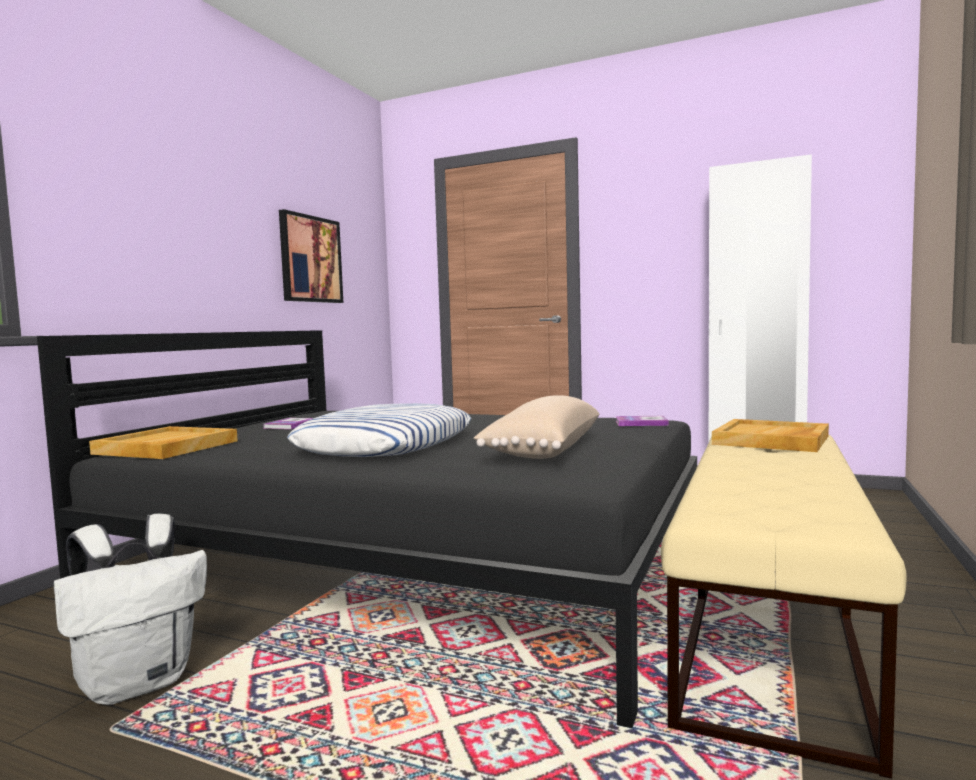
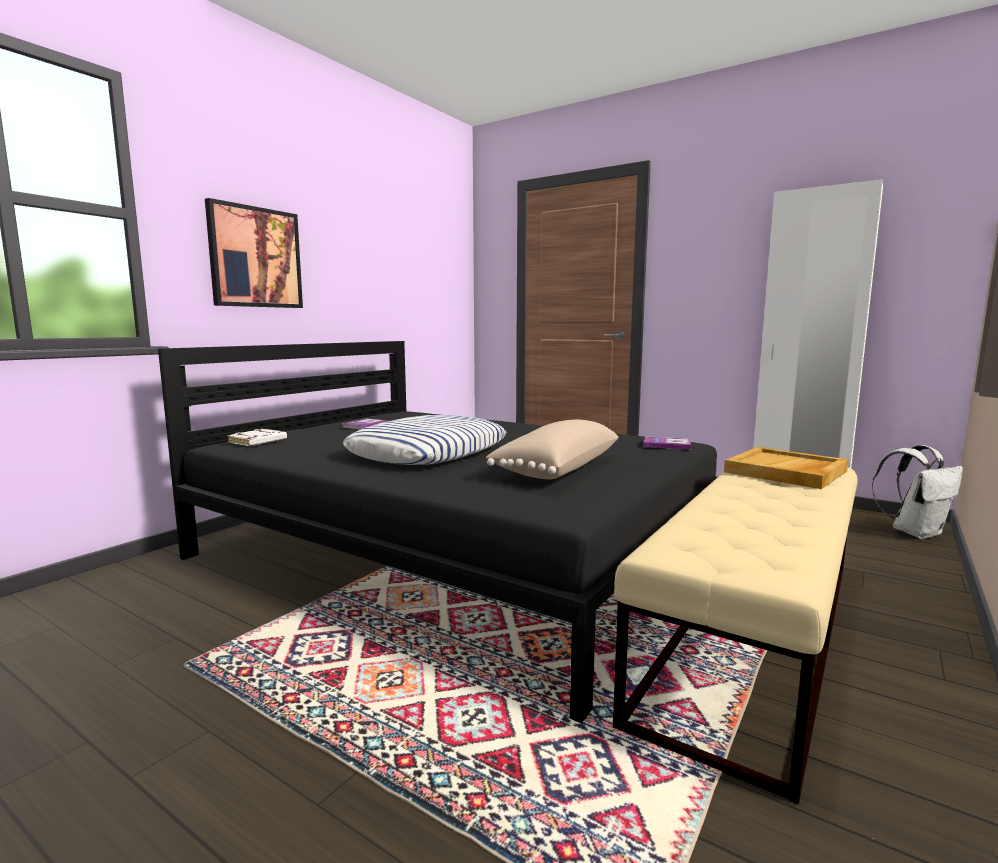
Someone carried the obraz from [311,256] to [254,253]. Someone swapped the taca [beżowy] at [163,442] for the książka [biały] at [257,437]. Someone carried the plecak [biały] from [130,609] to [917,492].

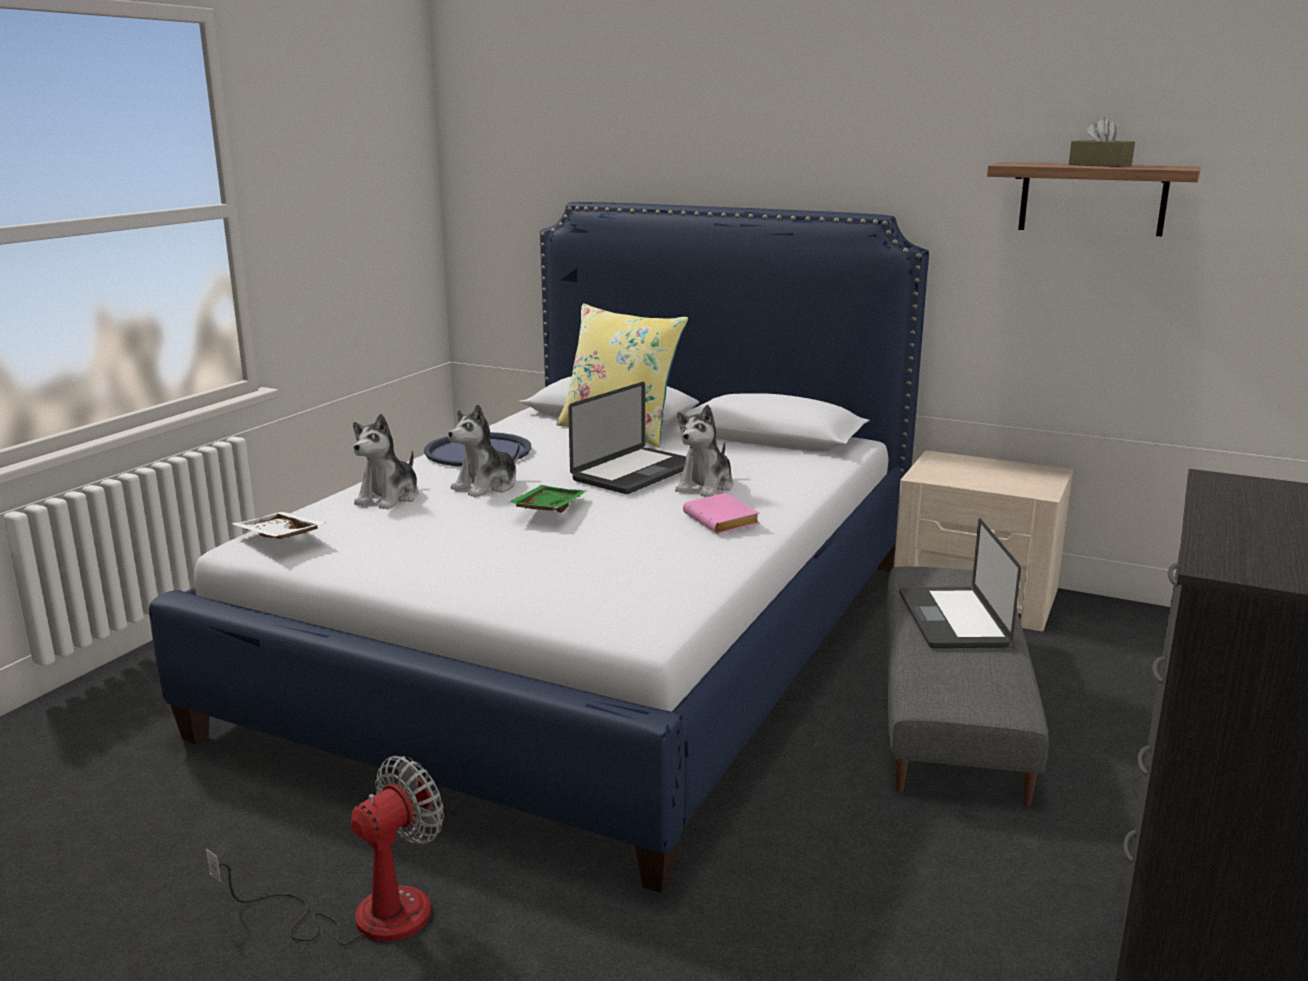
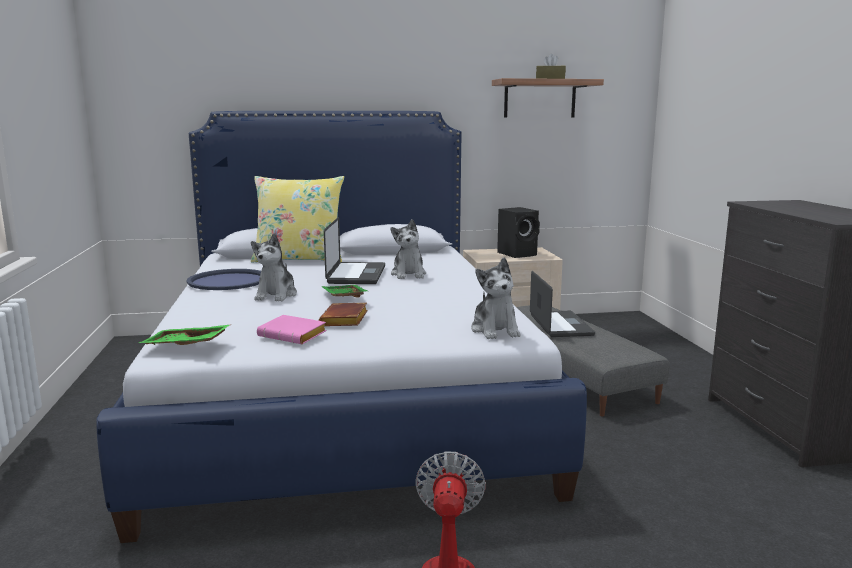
Someone repainted the taca [biały] at [278,525], which became the taca [zielony] at [185,334]. Someone carried the książka [różowy] from [721,513] to [292,329]. Someone put down the książka [brązowy] at [343,314]. Someone carried the pluszak from [386,461] to [496,298]. Someone put down the głośnik [czarny] at [518,232]. Someone rotated the laptop at [960,583] by 150 degrees counterclockwise.

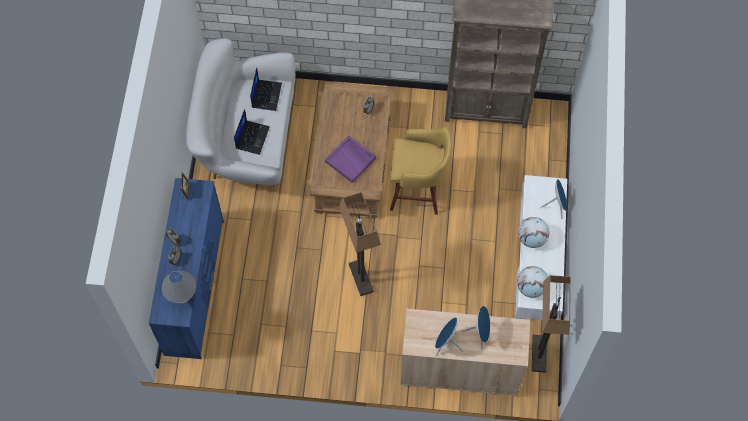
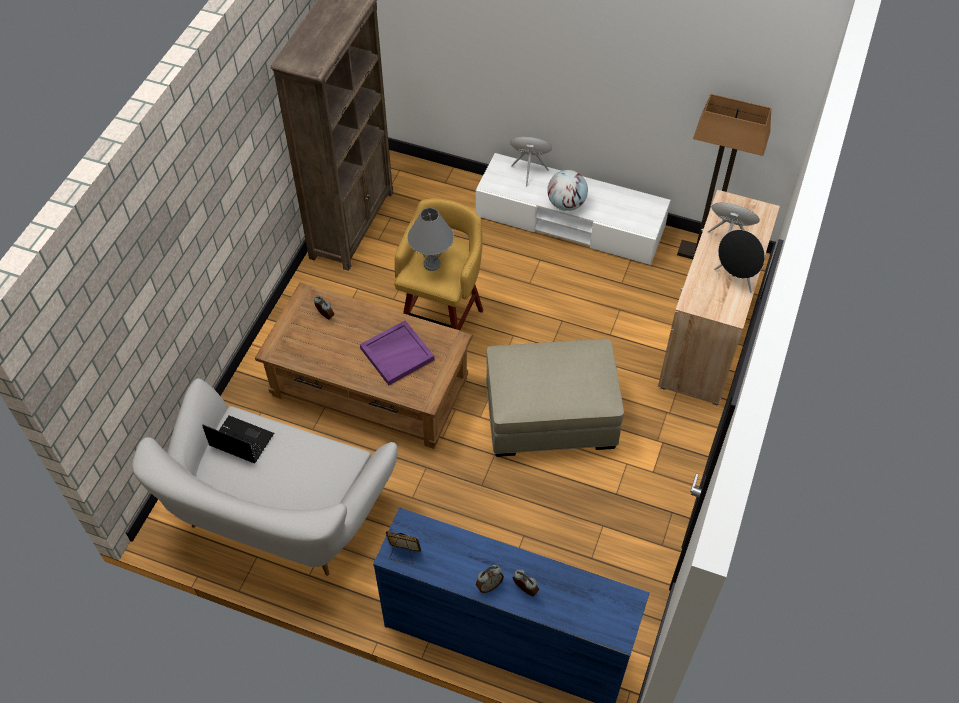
Someone carried the lampa stołowa [szary] from [179,287] to [430,239]. Someone swapped the lampa stojąca at [360,244] for the pufa [beżowy] at [555,398]. Someone repainted the głośnik [niebieski] at [449,336], which became the głośnik [czarny] at [739,261]. Someone took away the laptop at [252,132]. Someone took away the globus at [532,282].

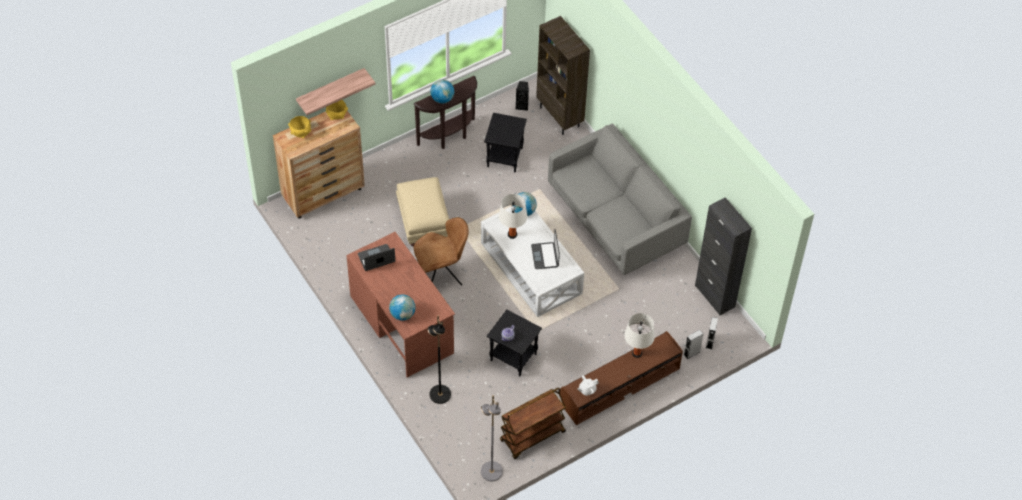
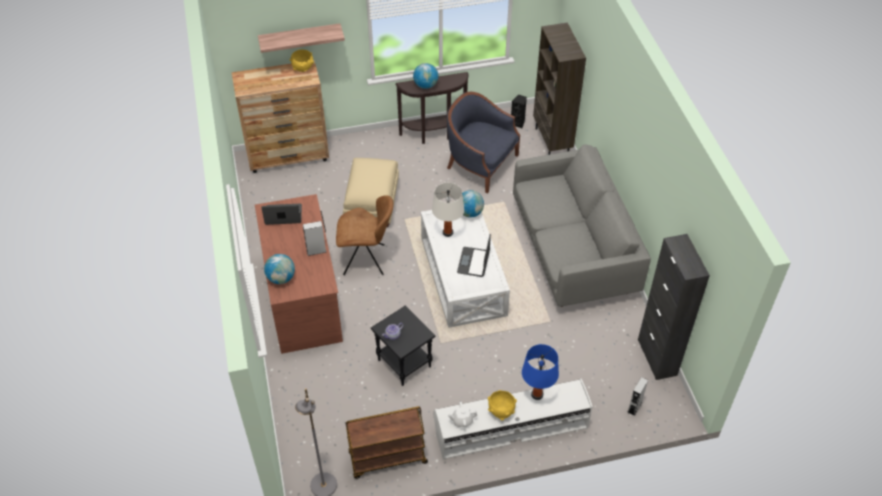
Someone carried the głośnik [szary] from [693,344] to [314,238]. Someone repainted the szafka pod telewizor [brązowy] at [621,378], which became the szafka pod telewizor [biały] at [513,419]. Someone swapped the stolik [czarny] at [505,142] for the fotel [niebieski] at [483,142]. Someone carried the miska [żółty] from [299,127] to [502,405]. Someone repainted the lampa stołowa [biały] at [640,335], which became the lampa stołowa [niebieski] at [540,372]. Someone took away the lampa stojąca [czarny] at [439,359].

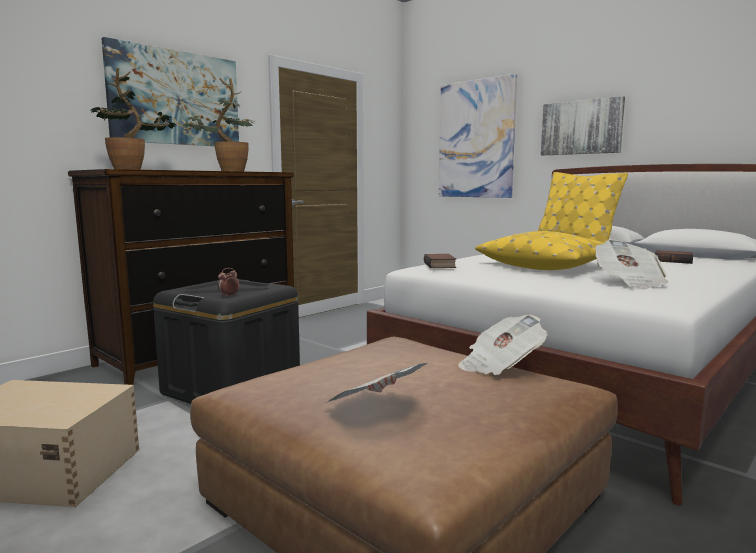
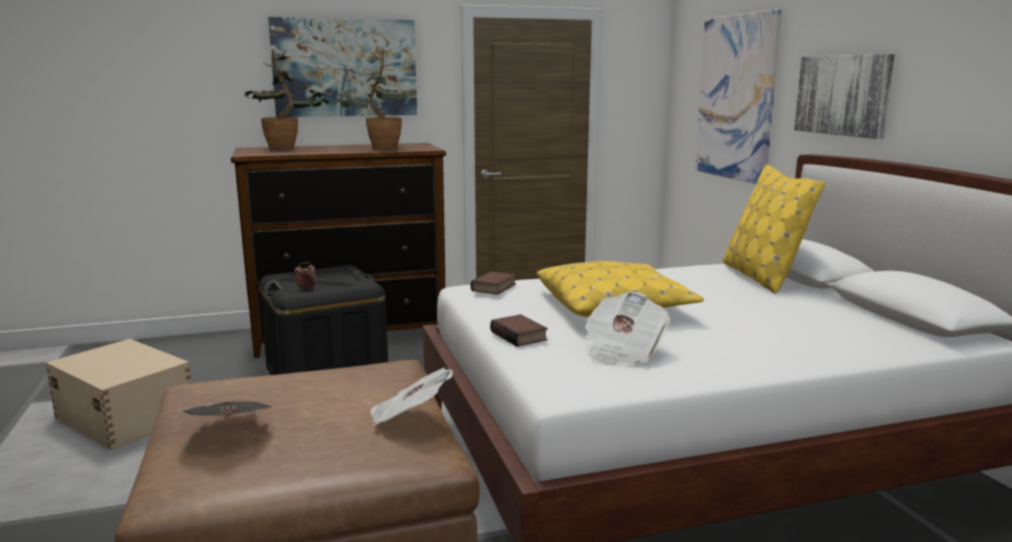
Someone carried the książka from [674,257] to [519,330].

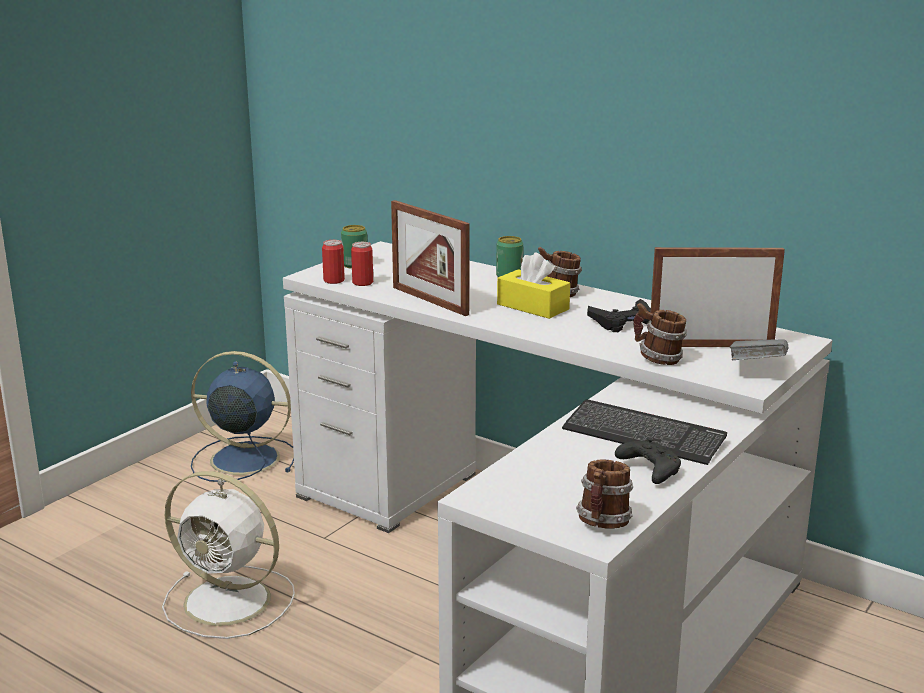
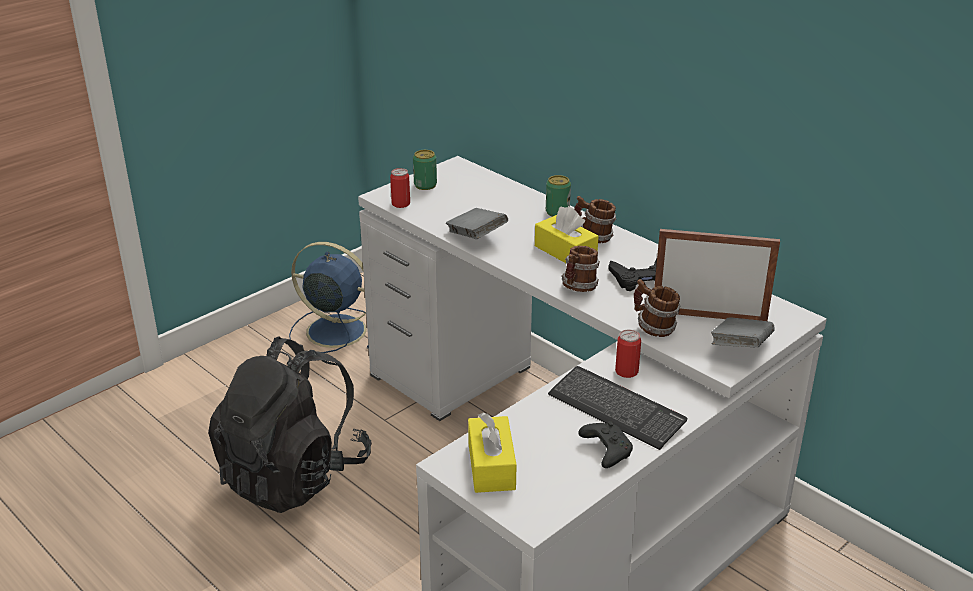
Someone swapped the wentylator [biały] at [228,555] for the plecak [czarny] at [290,424]. Someone swapped the ramka na zdjęcie at [430,258] for the książka [szary] at [477,223]. Someone put down the pudełko chusteczek [żółty] at [492,453]. Someone carried the kubek from [604,494] to [580,269]. Someone carried the puszka from [362,264] to [628,354].

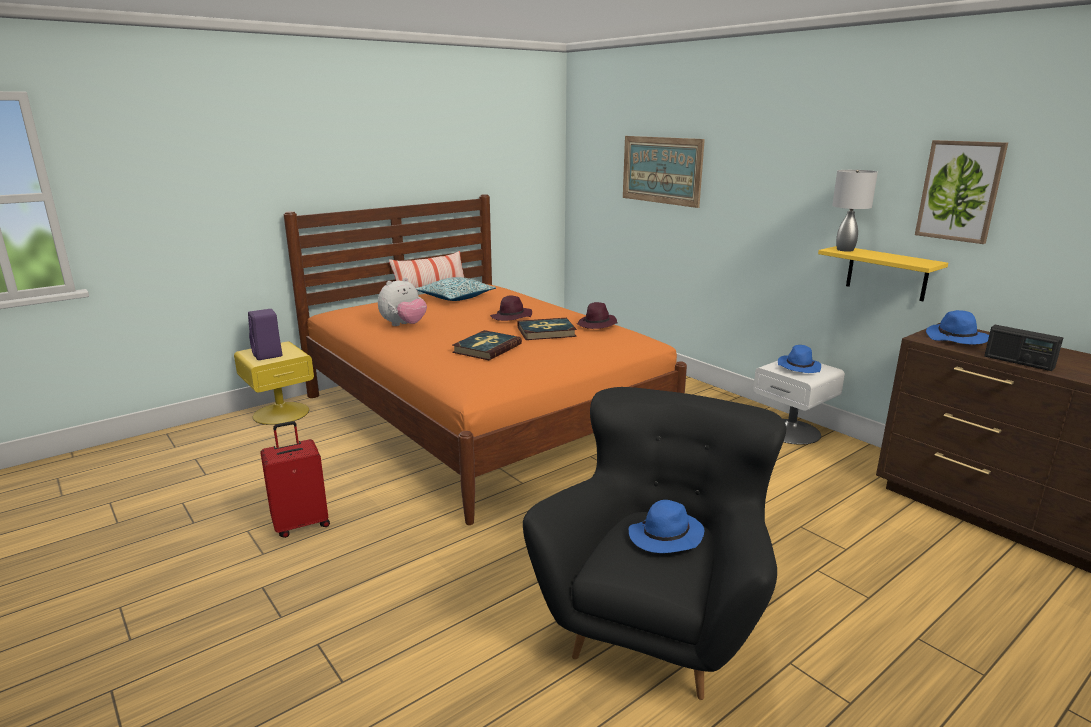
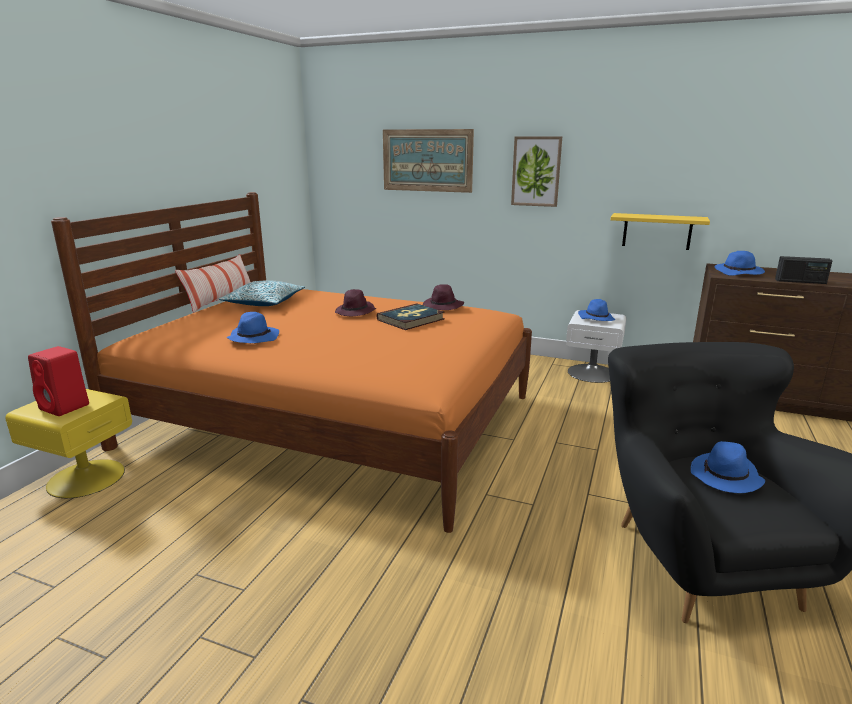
Someone repainted the głośnik [fioletowy] at [265,334], which became the głośnik [czerwony] at [58,381]. Someone swapped the pluszak at [402,302] for the kapelusz [niebieski] at [253,327]. Someone carried the obraz from [961,192] to [536,171]. Someone took away the walizka [czerwony] at [295,479]. Someone took away the książka at [487,345]. Someone took away the lampa stołowa [szary] at [855,211].

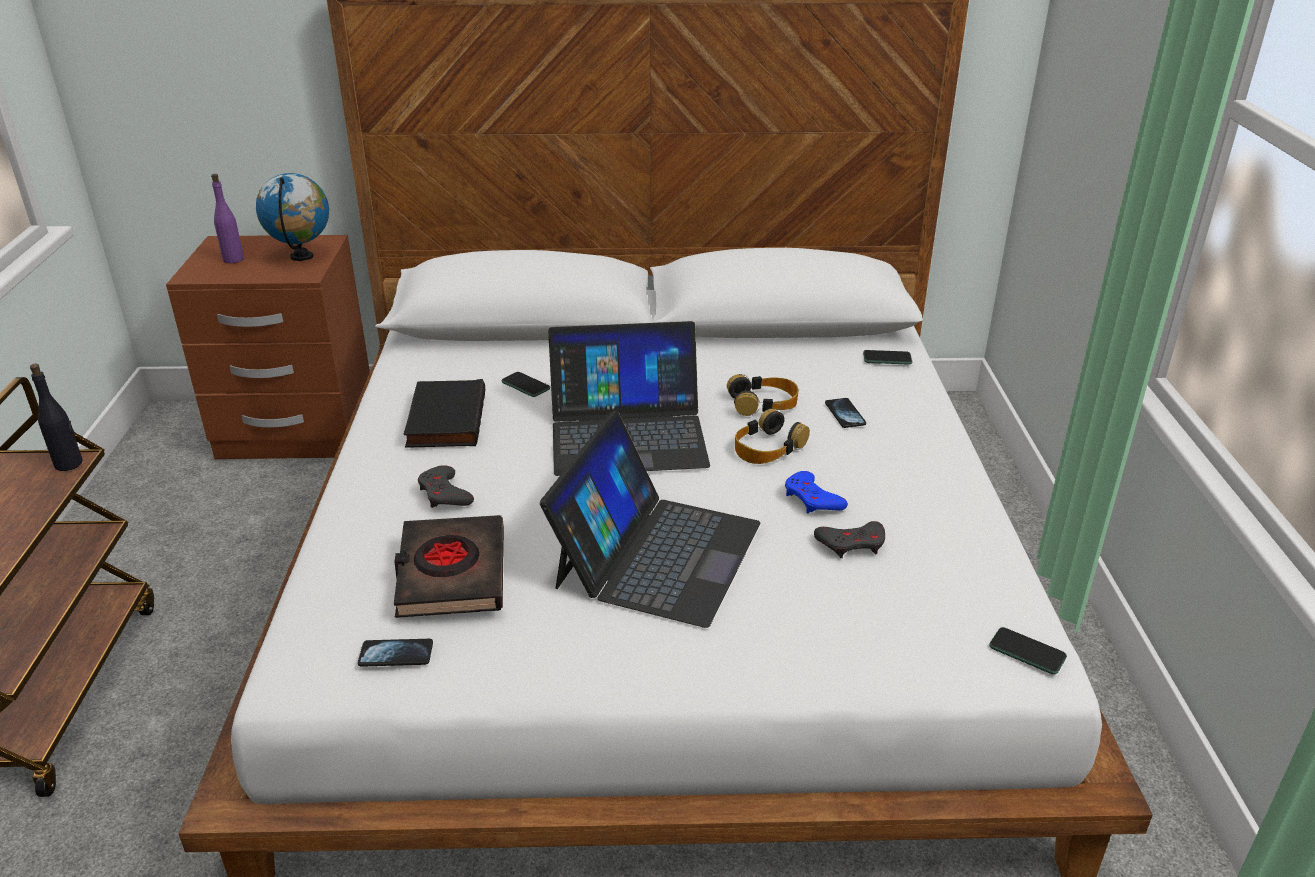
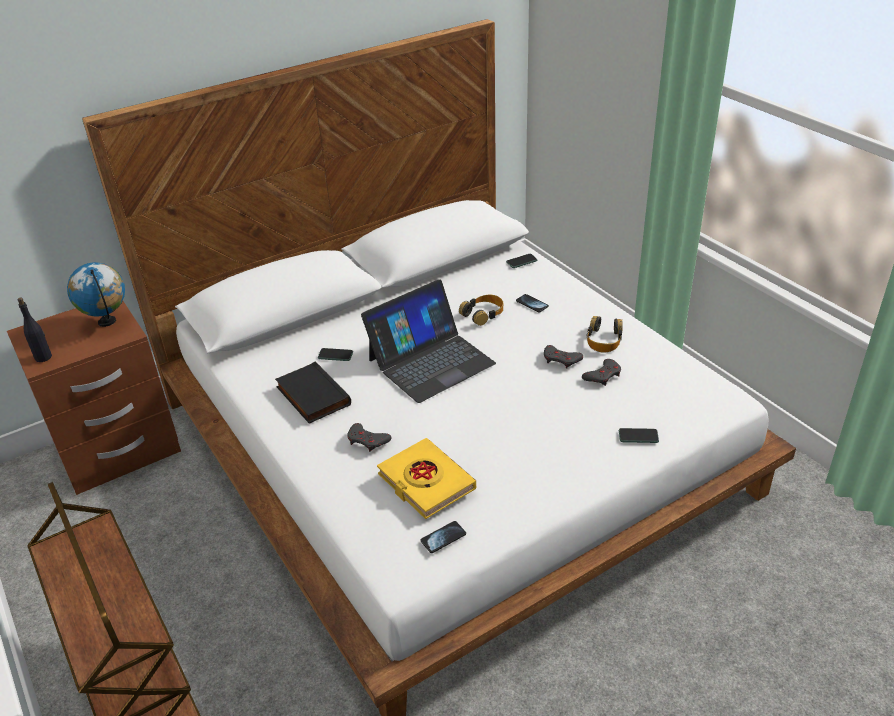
Someone carried the butelka [czarny] from [56,417] to [34,329]. Someone repainted the książka [czarny] at [449,566], which became the książka [żółty] at [426,478]. Someone repainted the pad do gier [niebieski] at [816,492], which became the pad do gier [szary] at [563,356]. Someone carried the słuchawki from [772,436] to [605,334]. Someone carried the telefon from [1028,651] to [639,435]. Someone took away the butelka [fioletowy] at [227,218]. Someone took away the laptop at [650,519].

